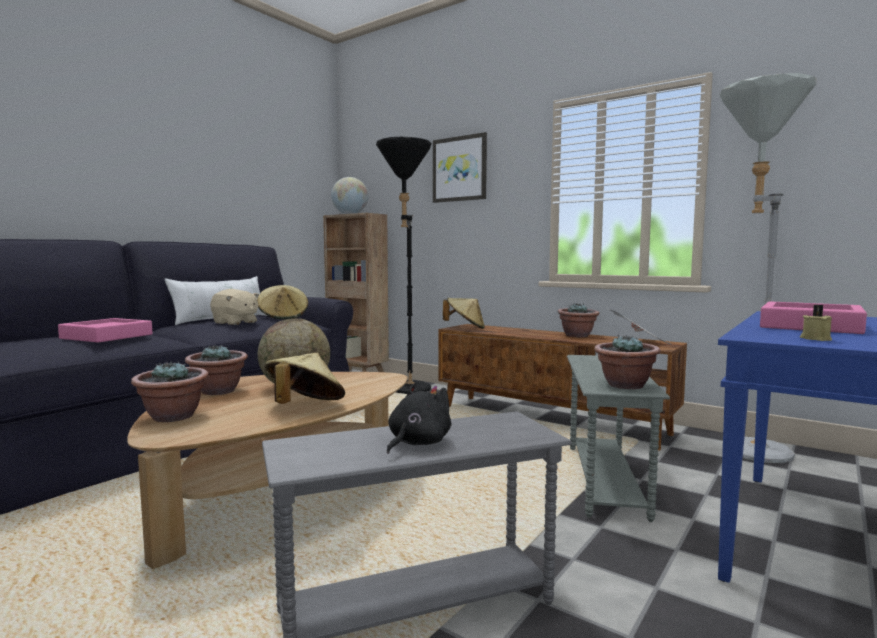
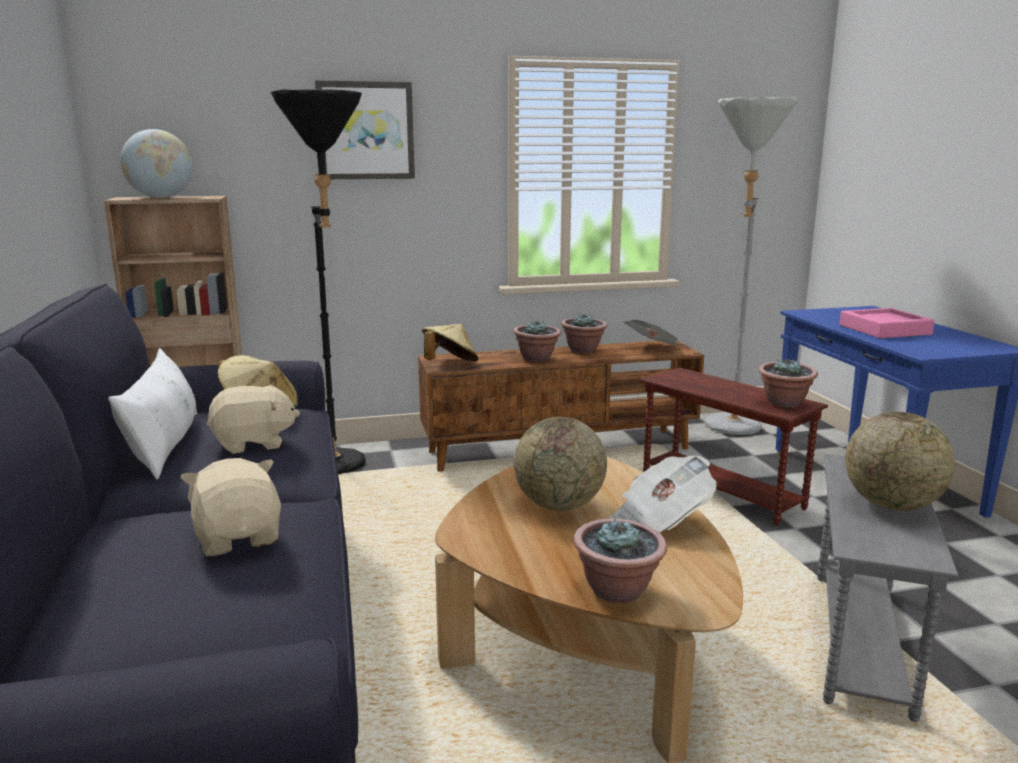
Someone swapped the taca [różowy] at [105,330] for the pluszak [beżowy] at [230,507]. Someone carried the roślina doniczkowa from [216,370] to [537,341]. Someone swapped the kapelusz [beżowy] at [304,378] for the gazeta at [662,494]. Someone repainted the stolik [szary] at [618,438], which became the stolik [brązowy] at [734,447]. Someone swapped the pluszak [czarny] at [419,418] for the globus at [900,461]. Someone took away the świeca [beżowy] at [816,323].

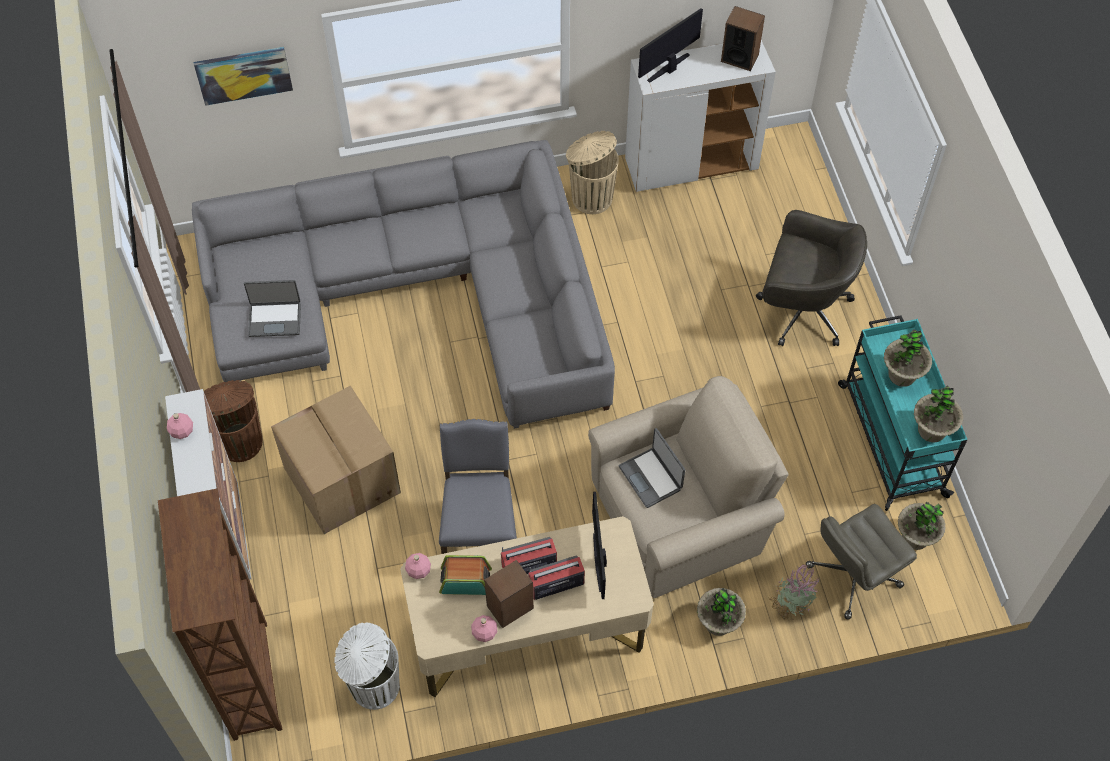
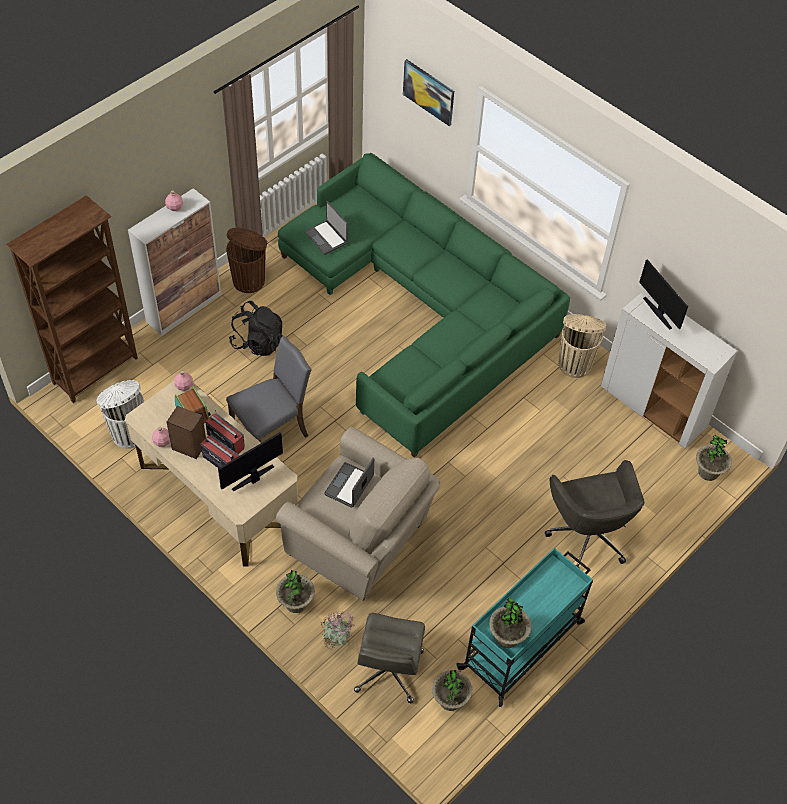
Someone swapped the karton at [336,460] for the plecak [czarny] at [256,328]. Someone repainted the kanapa [szary] at [403,284], which became the kanapa [zielony] at [424,305]. Someone rotated the krzesło biurowe [szary] at [861,562] by 105 degrees counterclockwise. Someone rotated the monitor at [670,45] by 135 degrees counterclockwise. Someone carried the roślina doniczkowa from [908,358] to [714,458]. Someone took away the głośnik at [743,38].

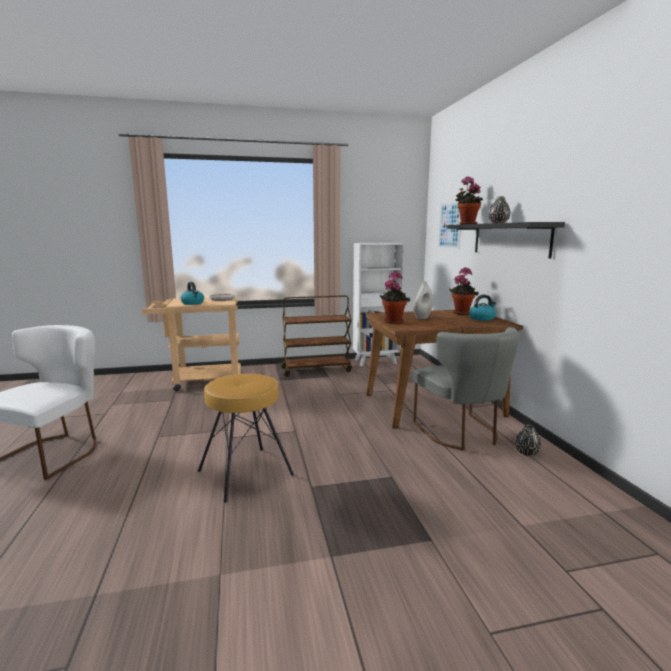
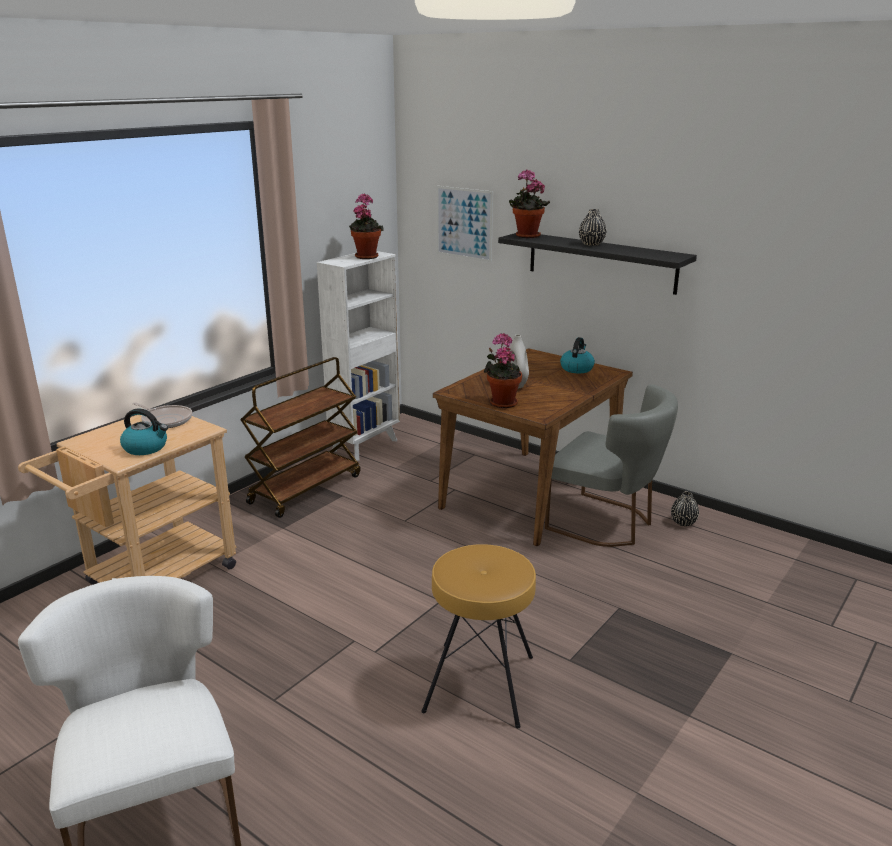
Someone carried the roślina doniczkowa from [464,291] to [366,226].

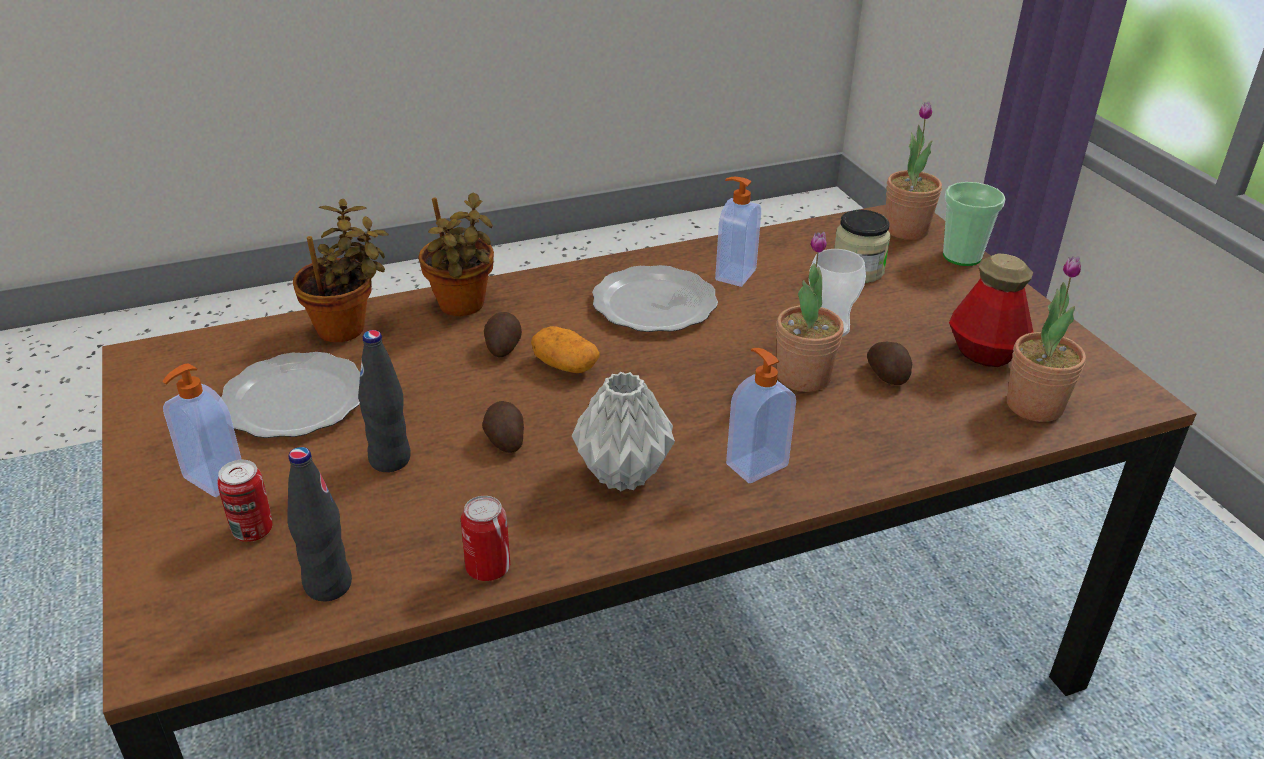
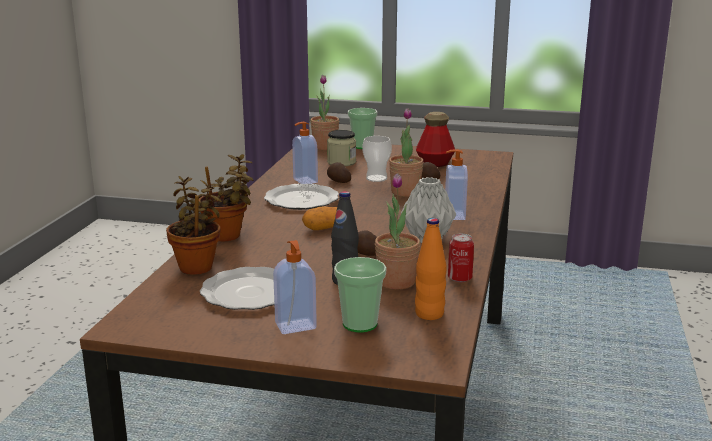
Someone carried the ziemniak from [503,334] to [339,172]. Someone swapped the puszka at [245,501] for the filiżanka at [360,295]. Someone carried the roślina doniczkowa from [1046,339] to [397,231]. Someone repainted the butelka [czarny] at [319,524], which became the butelka [pomarańczowy] at [431,269].

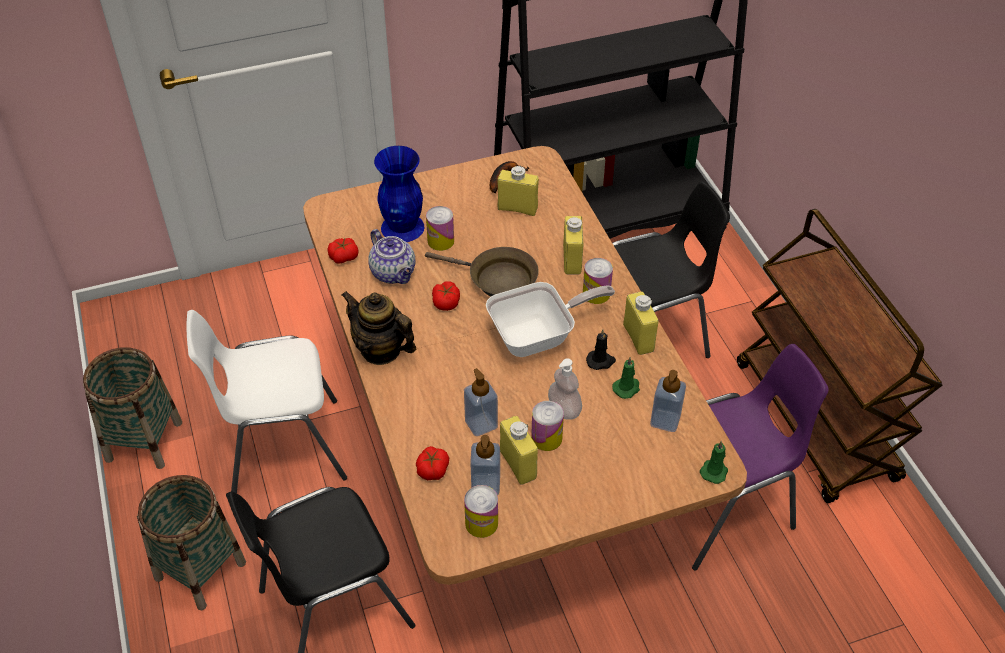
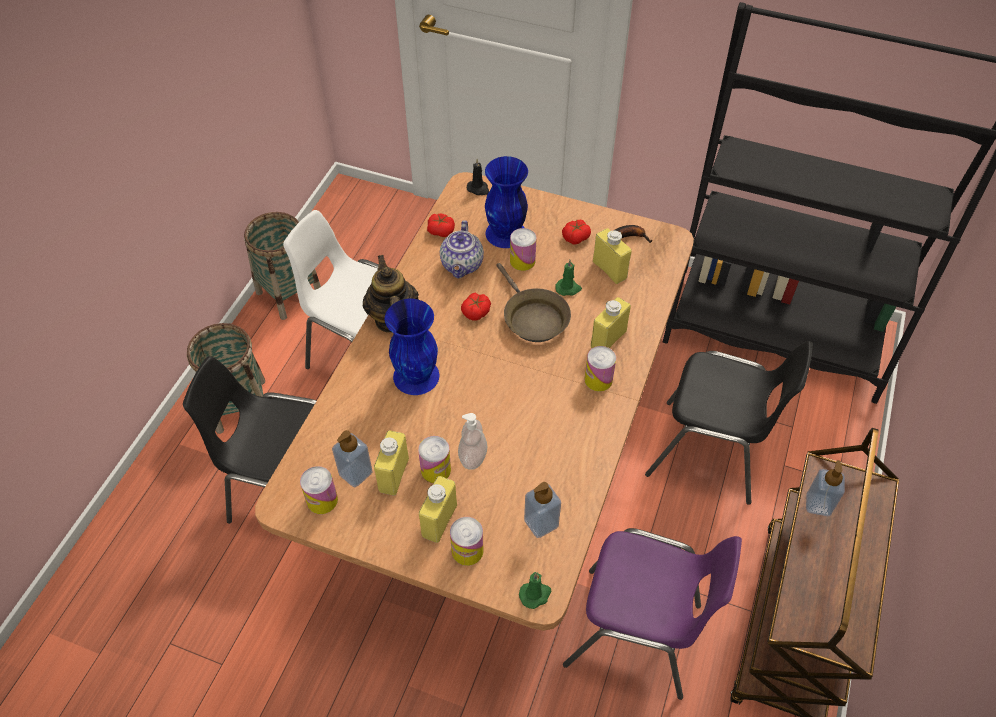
Someone put down the wazon [niebieski] at [412,347]. Someone carried the butelka [żółty] from [641,323] to [438,509]. Someone put down the puszka at [466,541]. Someone carried the świeca [czarny] from [601,349] to [478,177]. Someone carried the świeca [zielony] from [626,378] to [568,278]. Someone carried the pomidor from [432,463] to [576,232]. Someone carried the dozownik mydła from [481,402] to [825,488]. Someone took away the patelnia at [550,319].

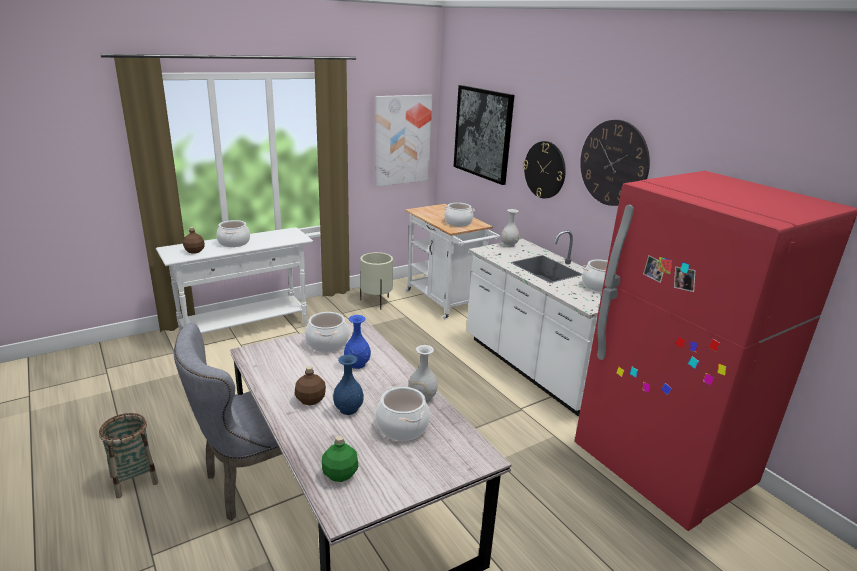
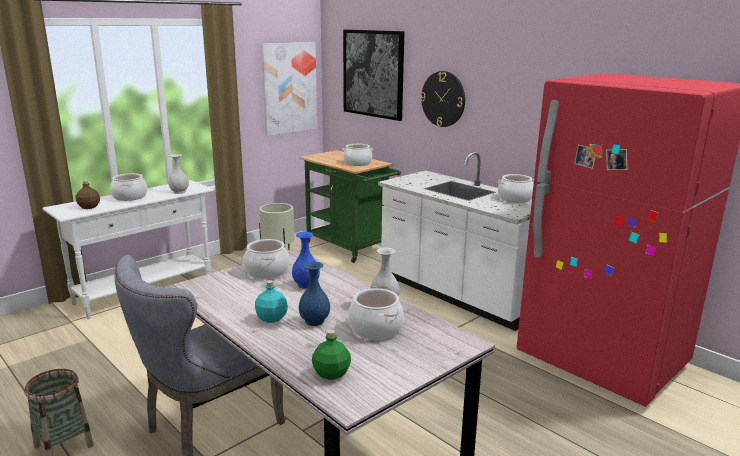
Someone carried the wazon [biały] from [510,228] to [178,174]. Someone repainted the butelka [brązowy] at [310,385], which became the butelka [turkusowy] at [271,301]. Someone repainted the wózek [biały] at [452,262], which became the wózek [zielony] at [350,206]. Someone took away the zegar ścienny at [615,163].

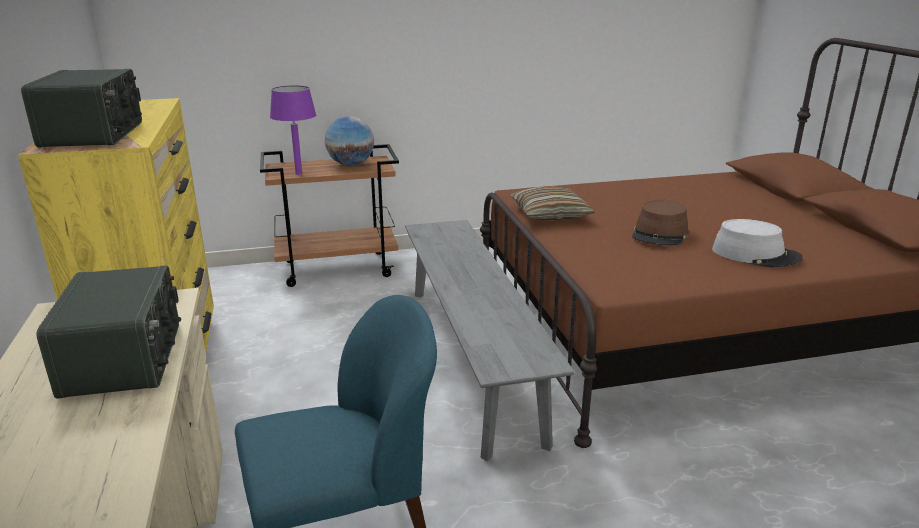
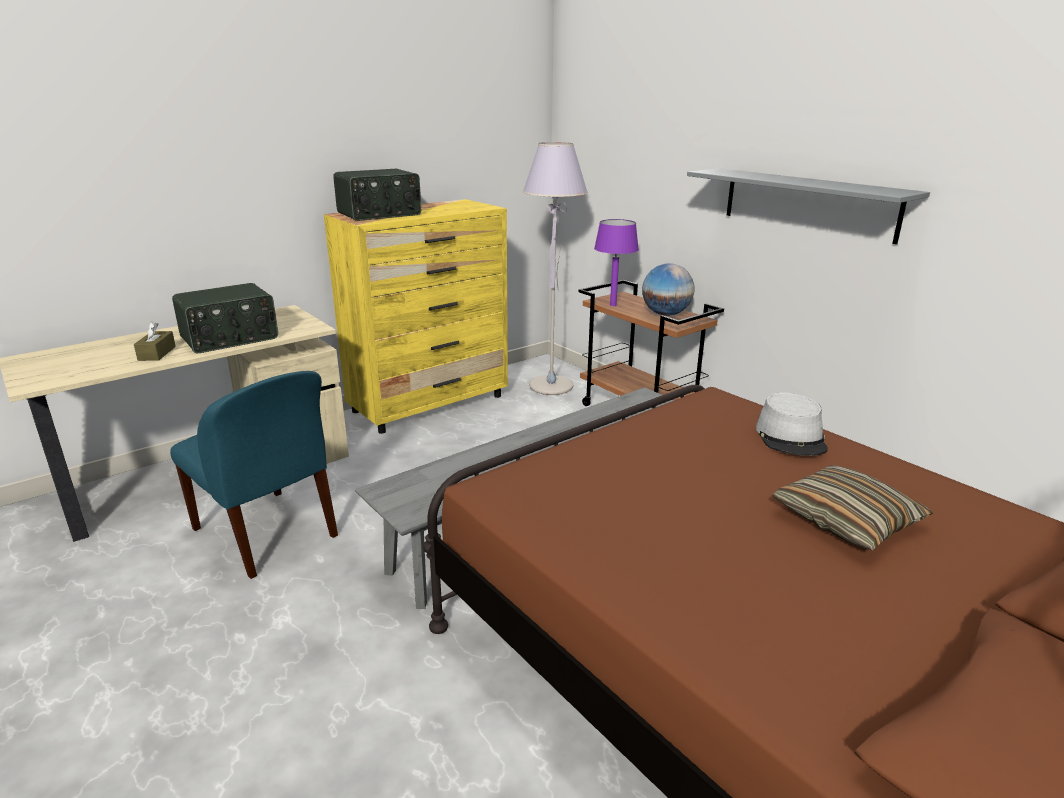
Someone put down the pudełko chusteczek [brązowy] at [155,341]. Someone put down the lampa stojąca [szary] at [555,268]. Someone put up the półka [szary] at [808,206]. Someone carried the kapelusz [szary] from [757,243] to [792,424]. Someone carried the poduszka from [553,204] to [852,507]. Someone took away the kapelusz [brązowy] at [660,222].

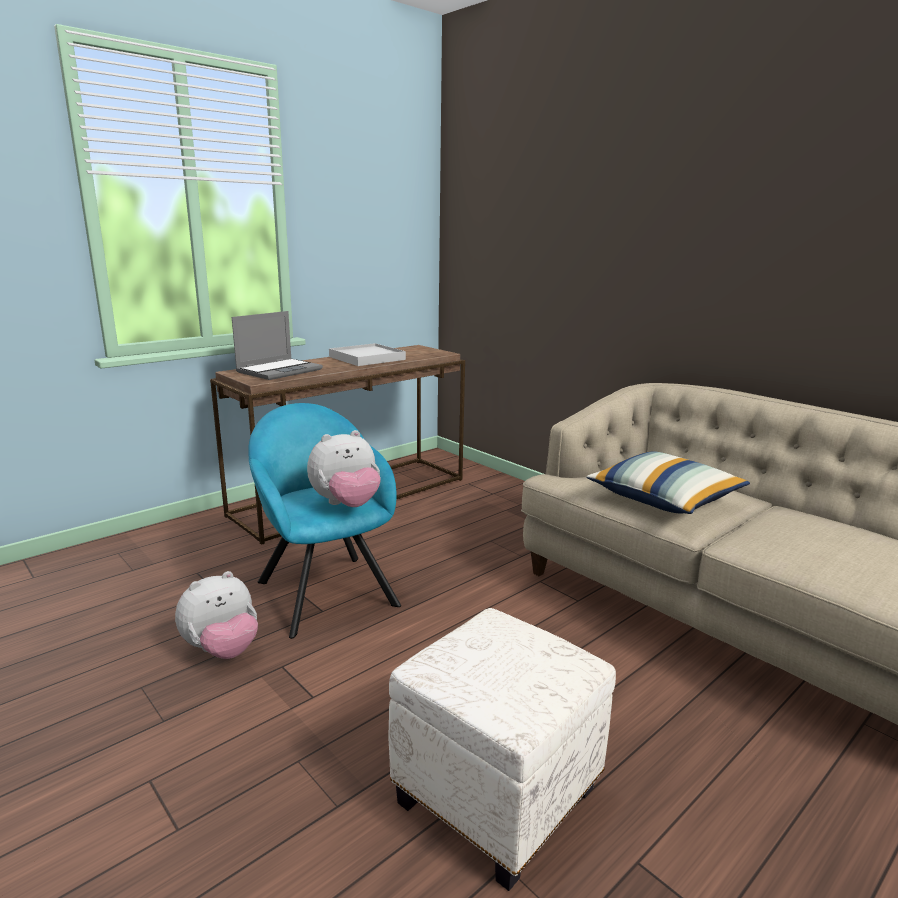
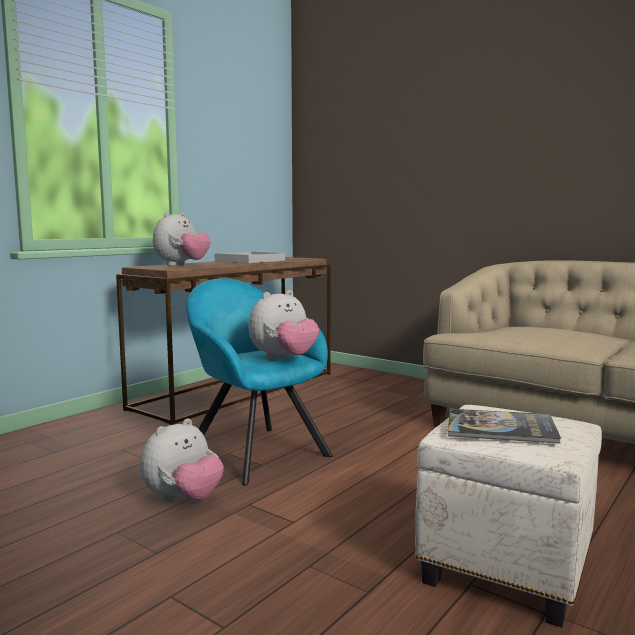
Someone swapped the laptop at [277,345] for the pluszak at [182,239]. Someone put down the książka at [504,426]. Someone took away the poduszka at [668,482].

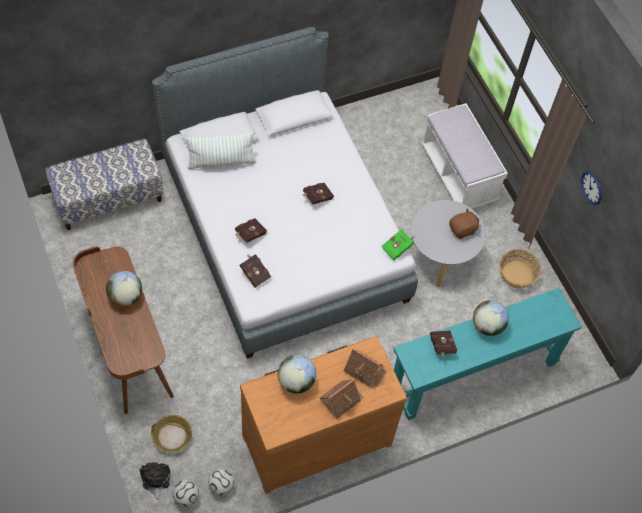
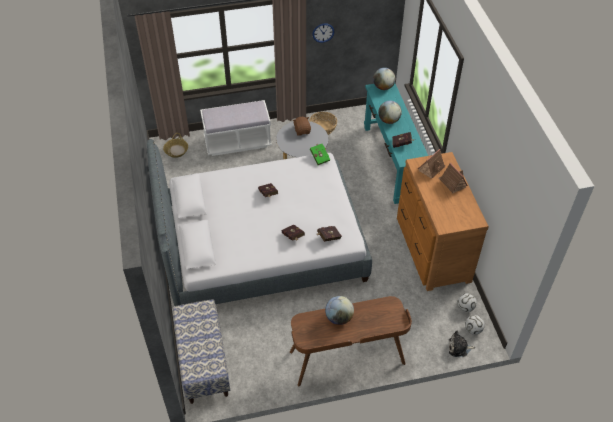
Someone carried the koszyk from [171,433] to [175,145]. Someone carried the globus from [297,374] to [384,79]. Someone took away the poduszka at [220,150].

